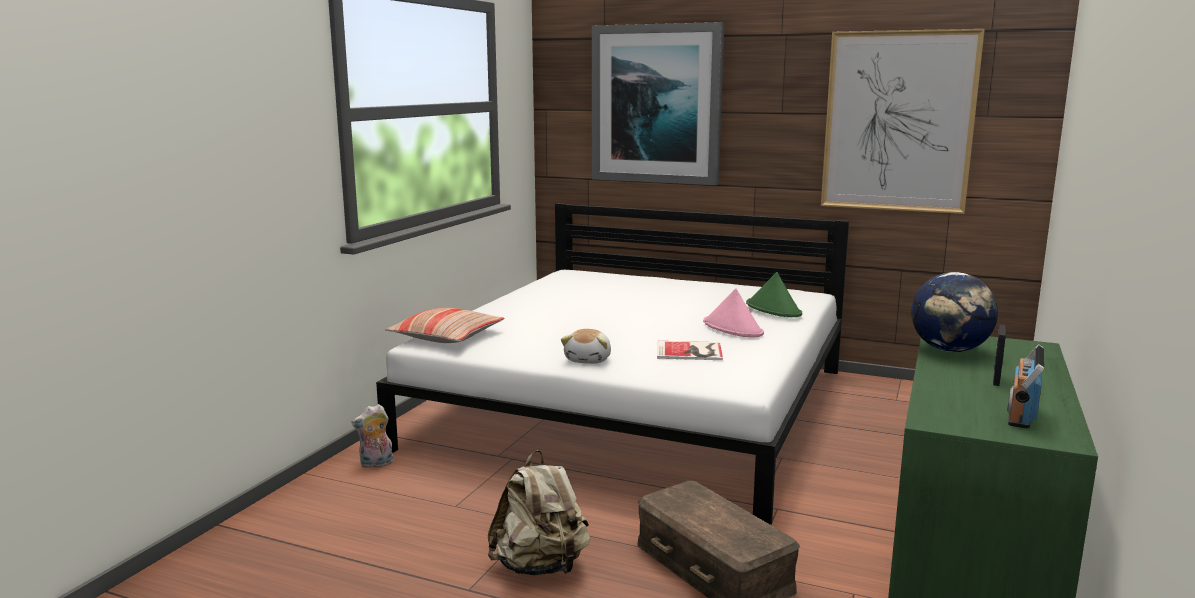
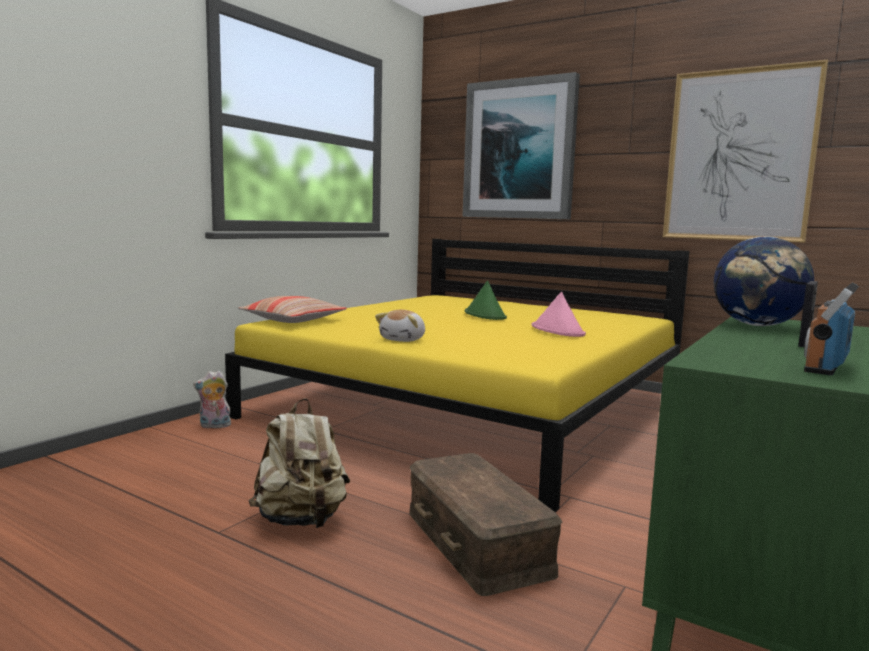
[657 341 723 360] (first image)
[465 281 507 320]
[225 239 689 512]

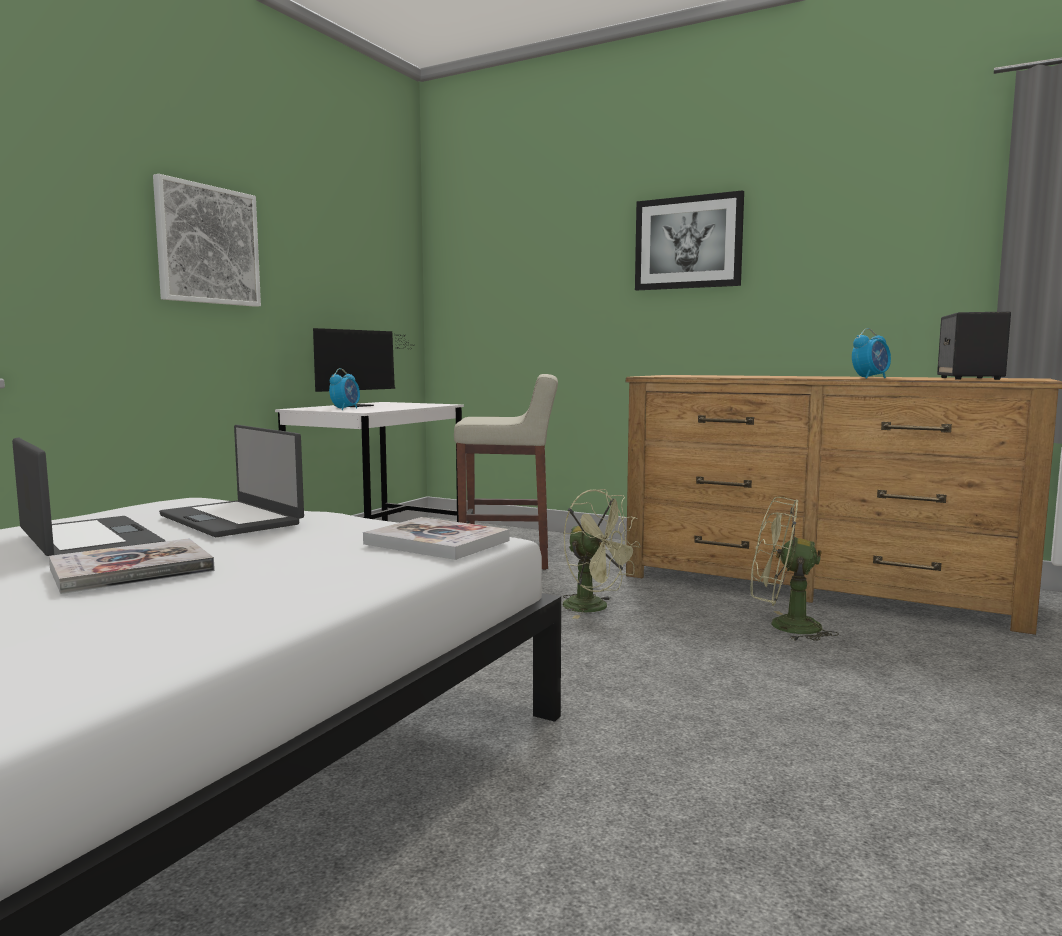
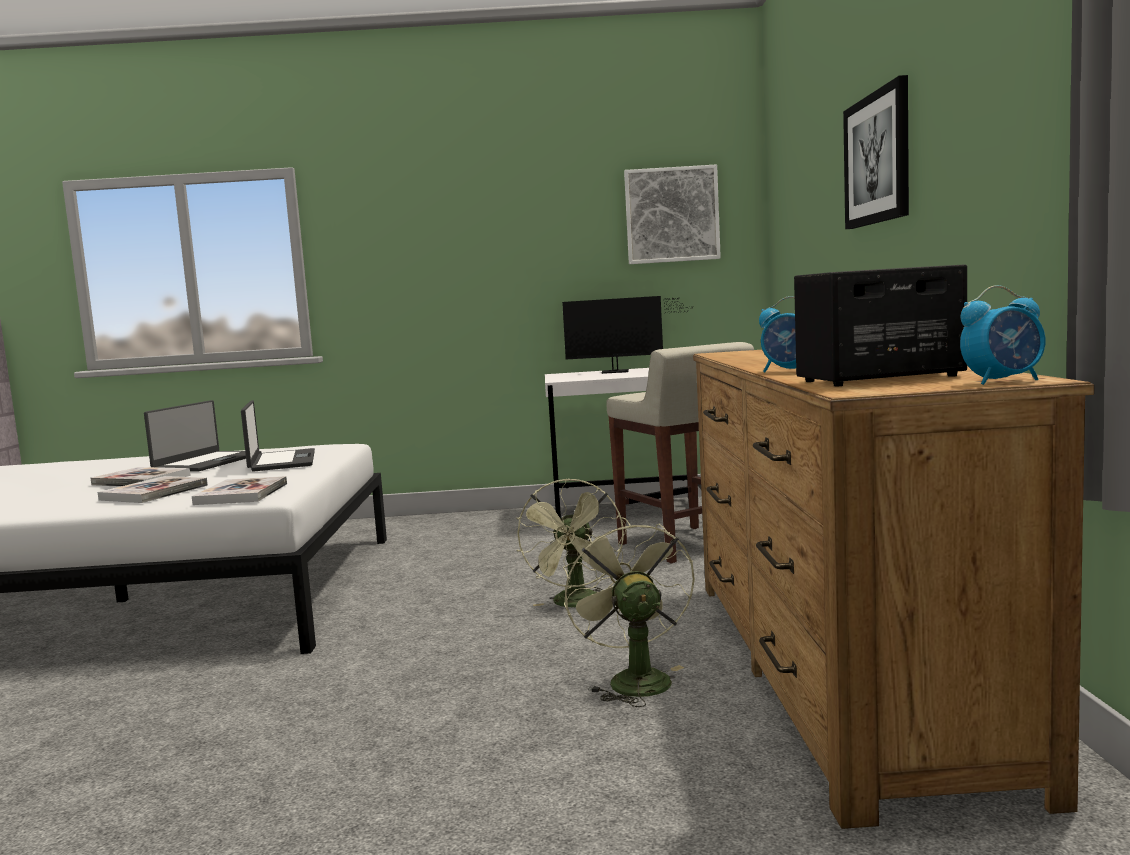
[97 476 208 503]
[624 164 721 264]
[960 285 1045 385]
[241 400 315 472]

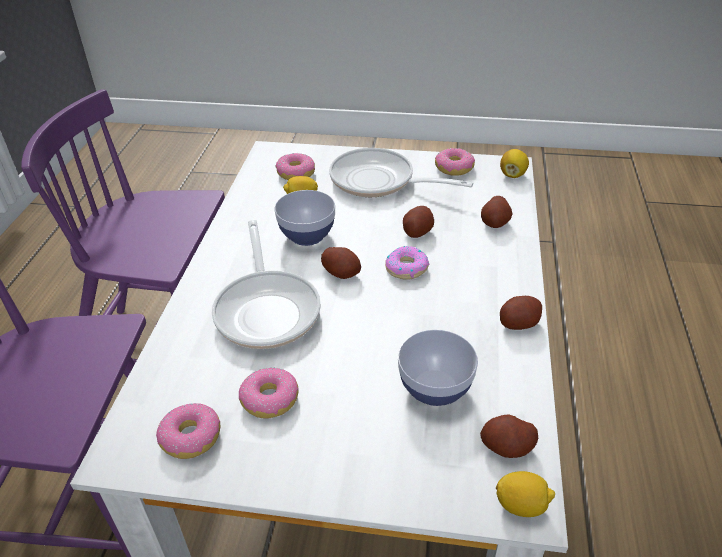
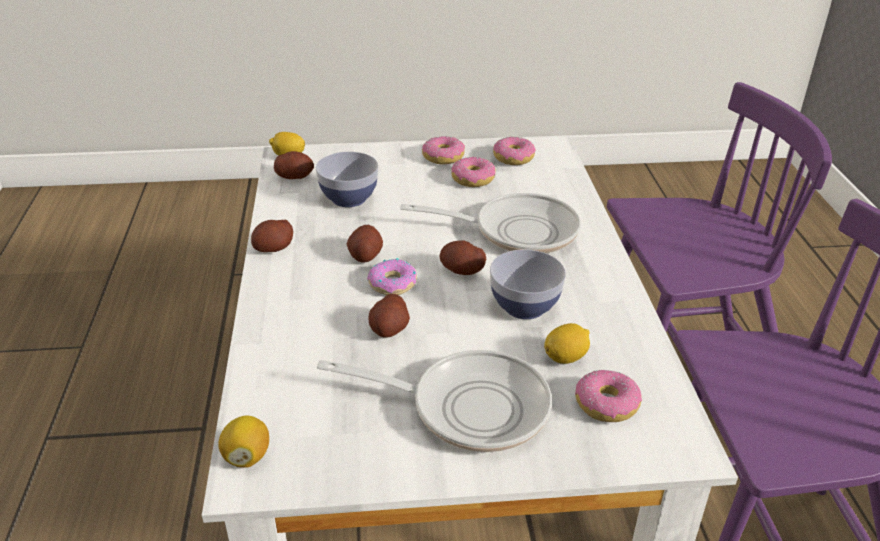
[422 136 465 165]
[347 225 383 263]
[400 193 581 253]

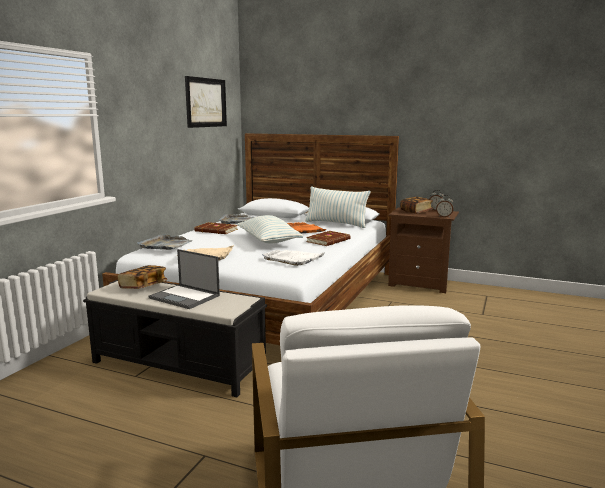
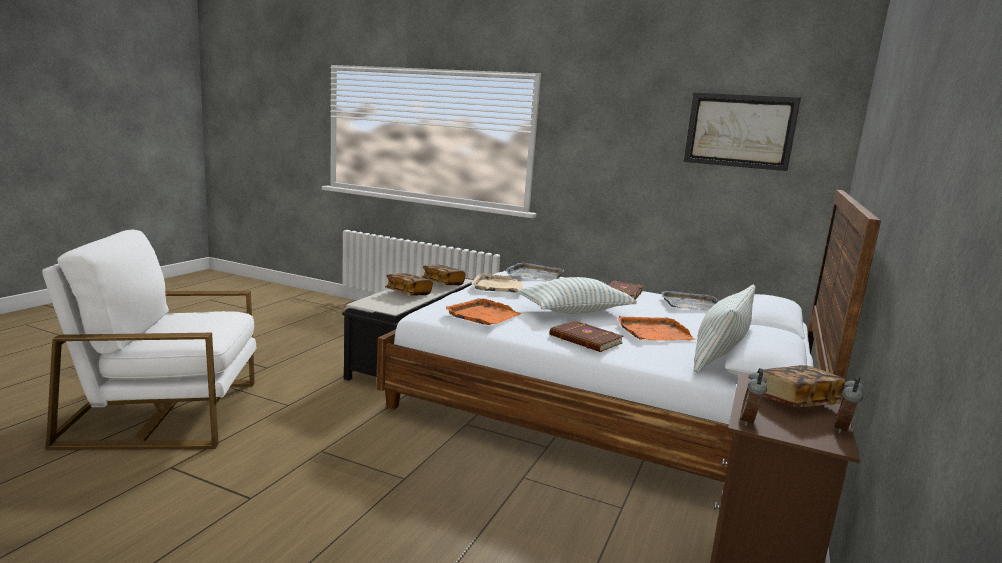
[385 273 433 296]
[446 298 521 325]

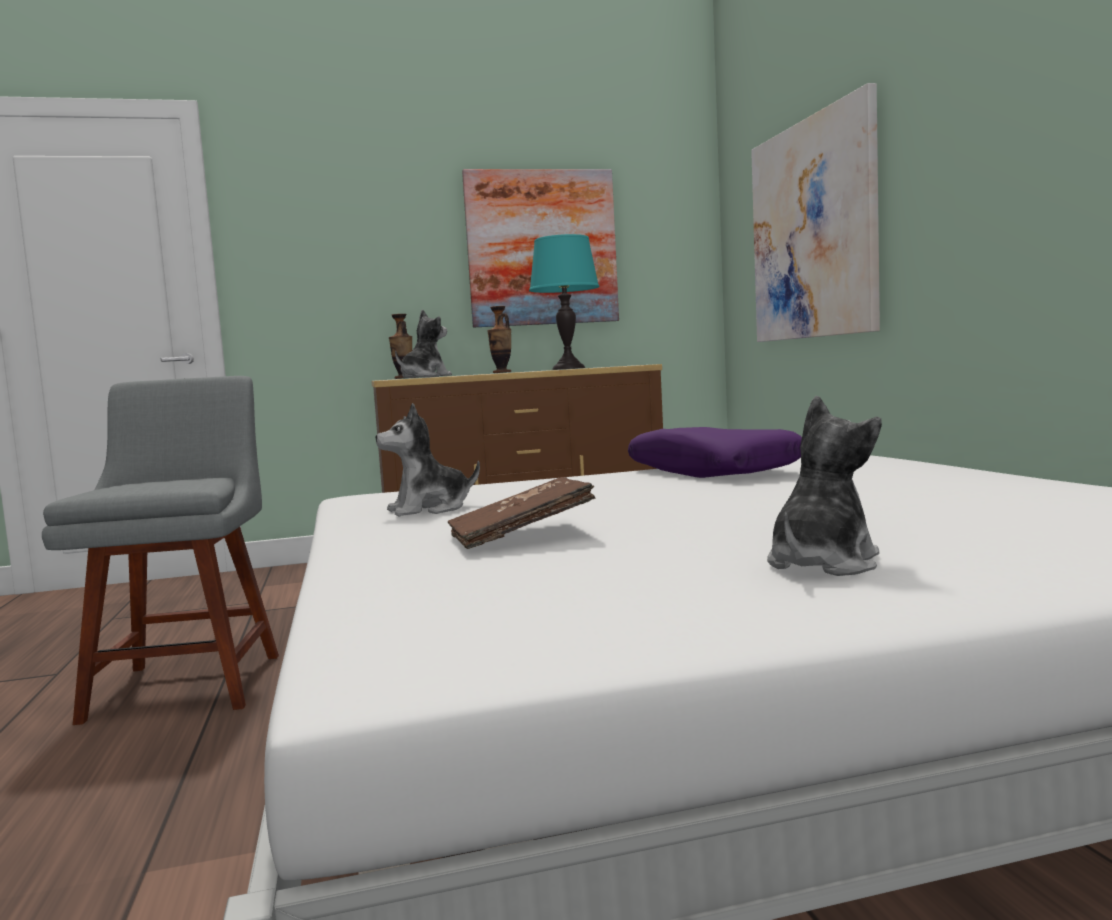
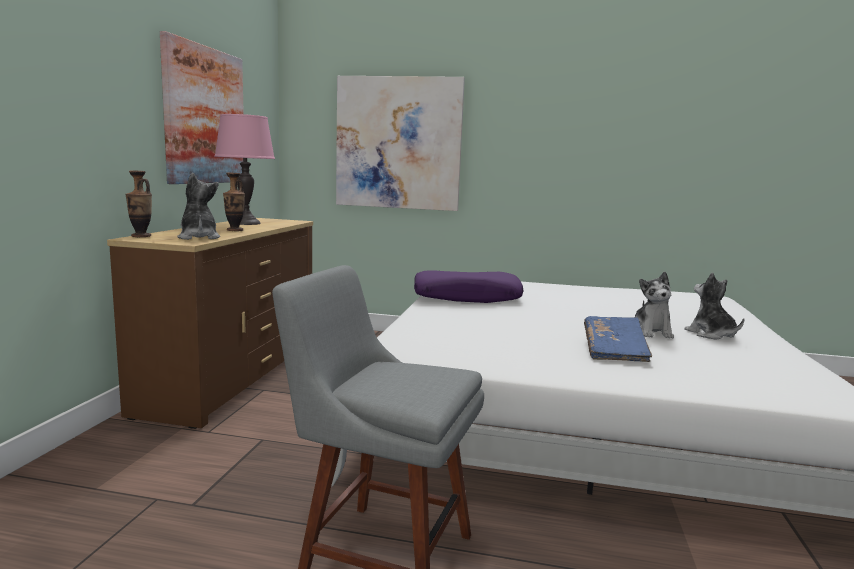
[635 272 674 338]
[584 316 652 362]
[214 114 275 225]

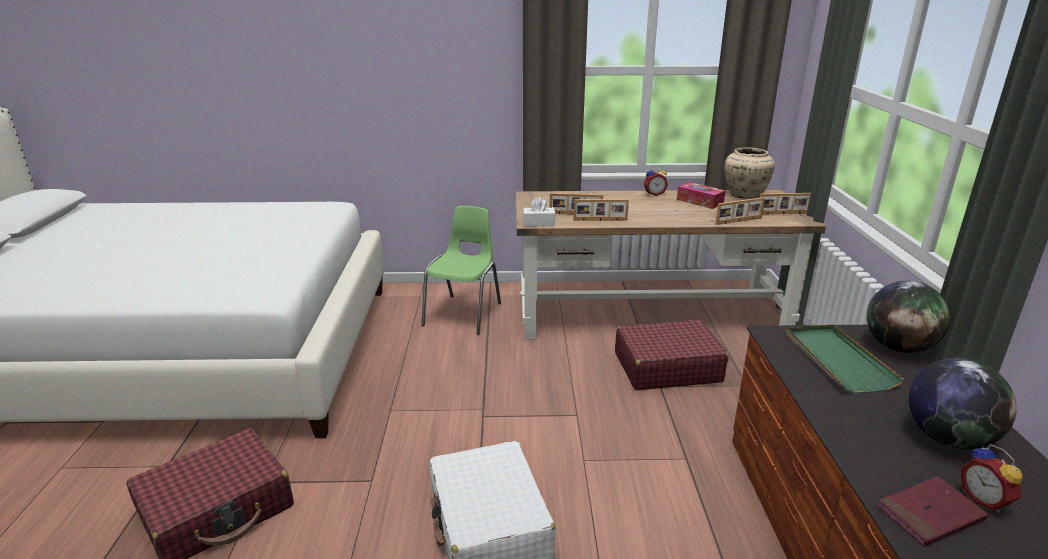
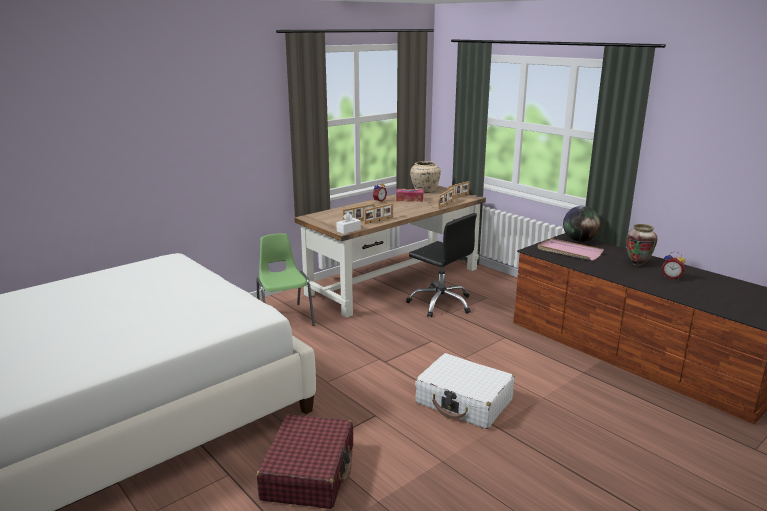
[877 476 988 547] (first image)
[406 213 477 317]
[626 224 658 266]
[538 238 604 261]

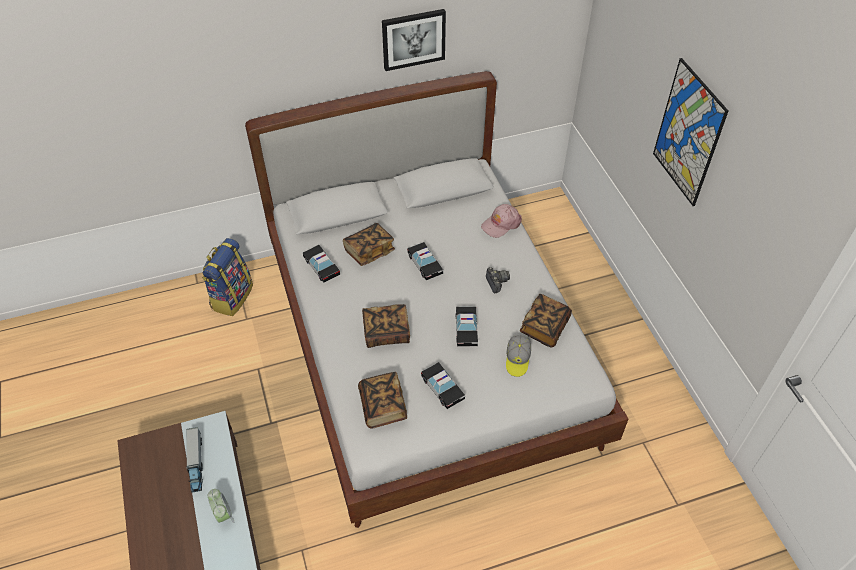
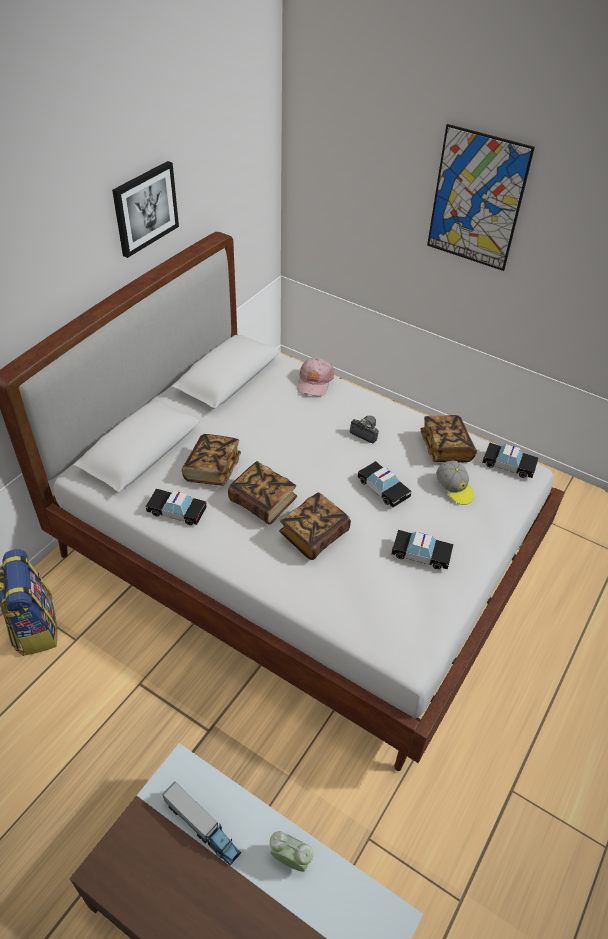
[228 461 297 524]
[483 443 539 478]

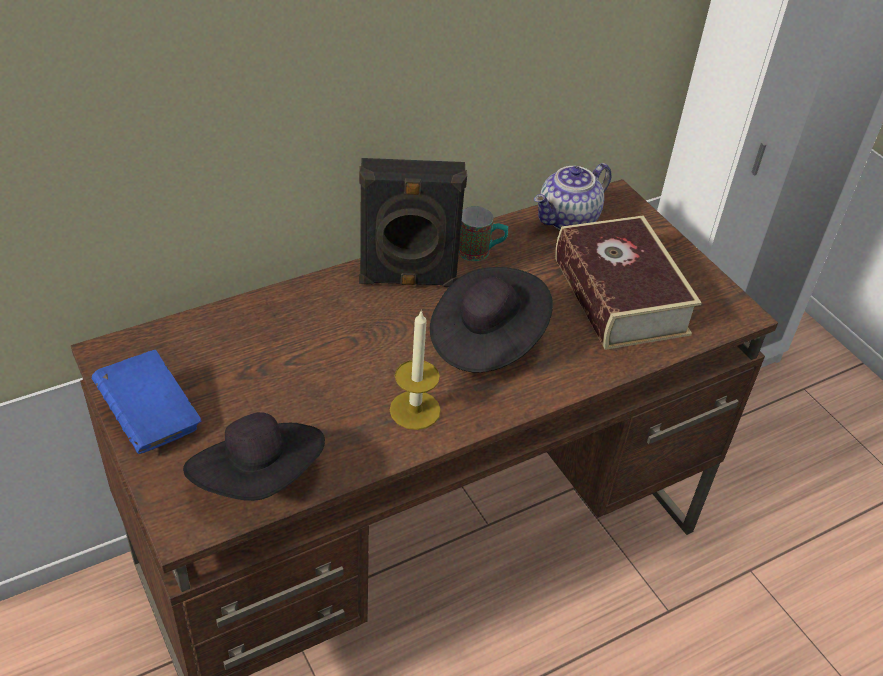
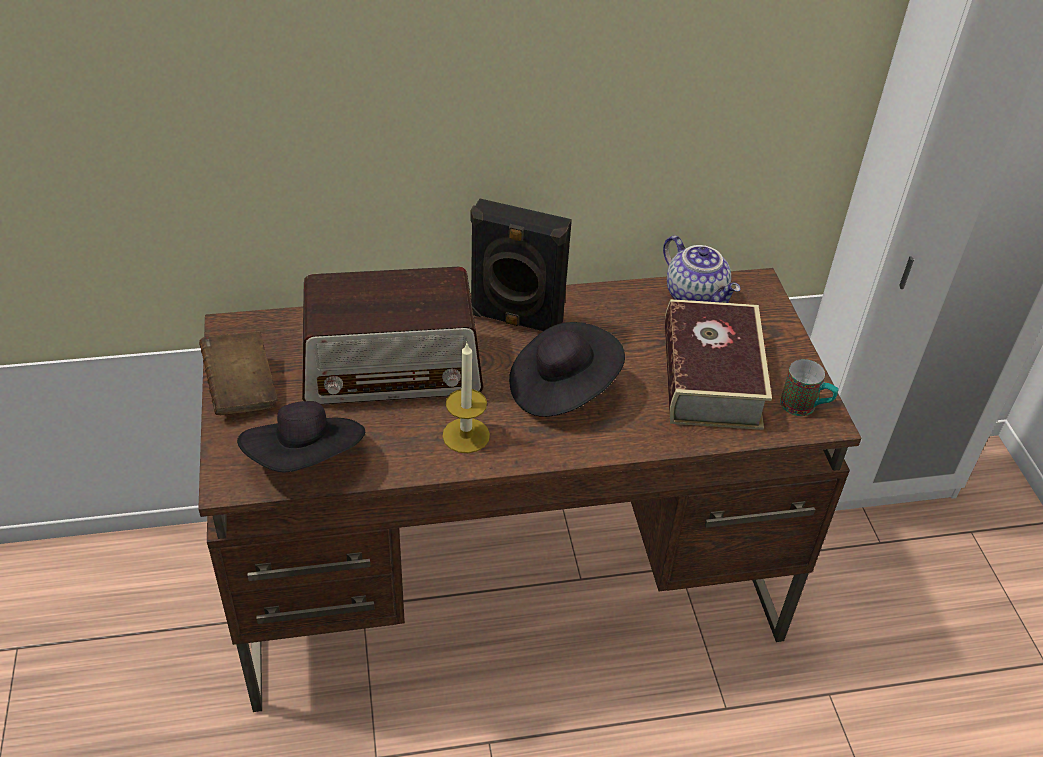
[302 267 483 405]
[780 359 839 416]
[199 331 277 415]
[663 235 740 303]

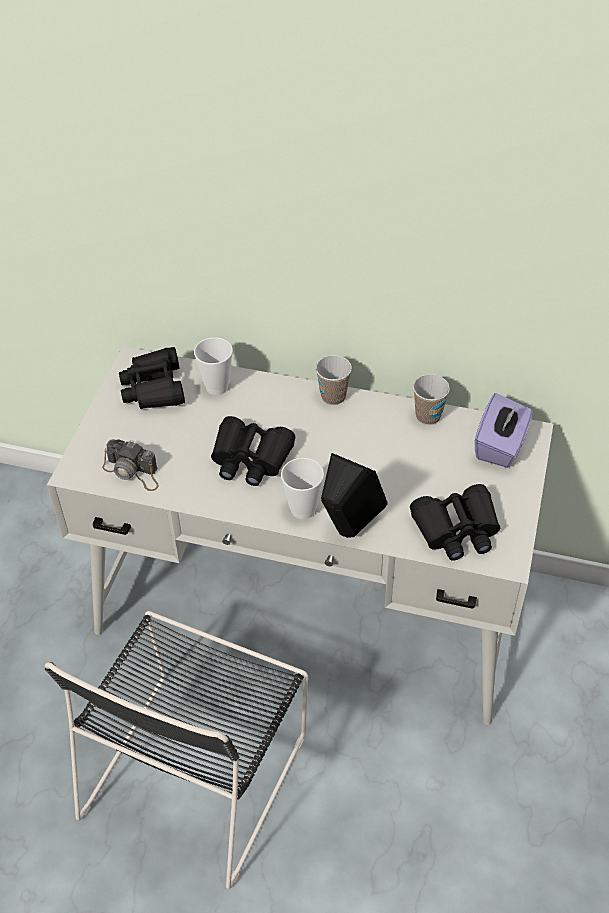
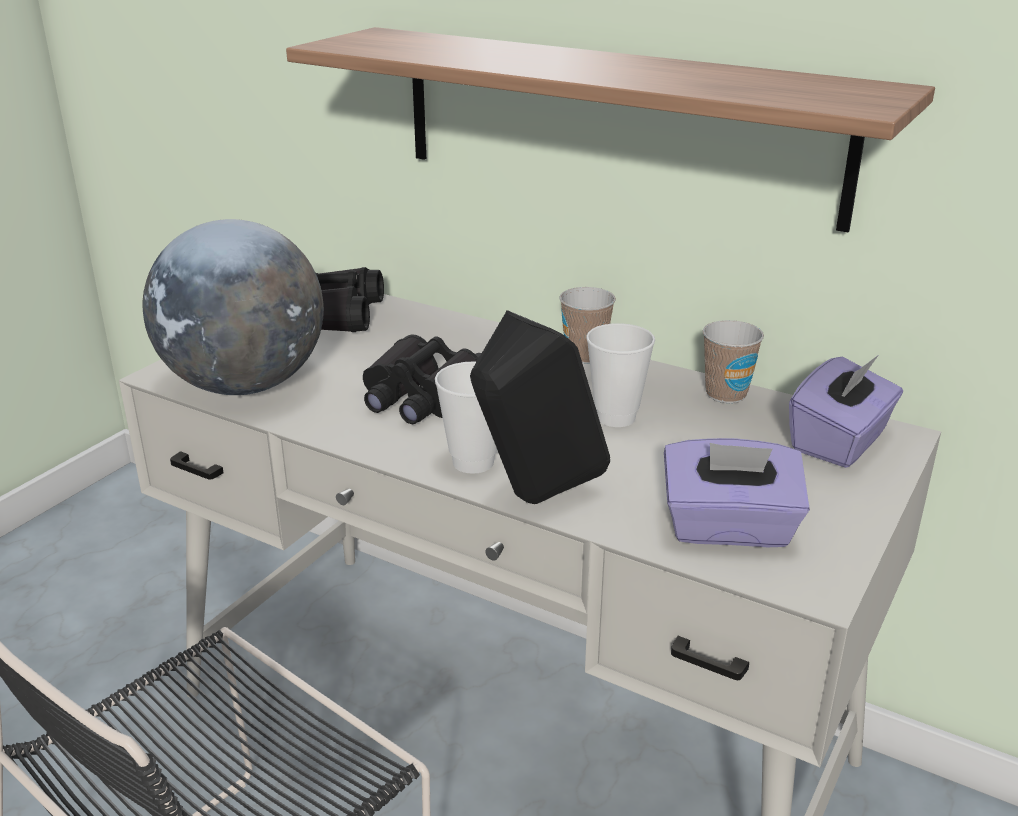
[286 27 935 232]
[586 323 655 427]
[143 219 324 395]
[664 438 810 547]

